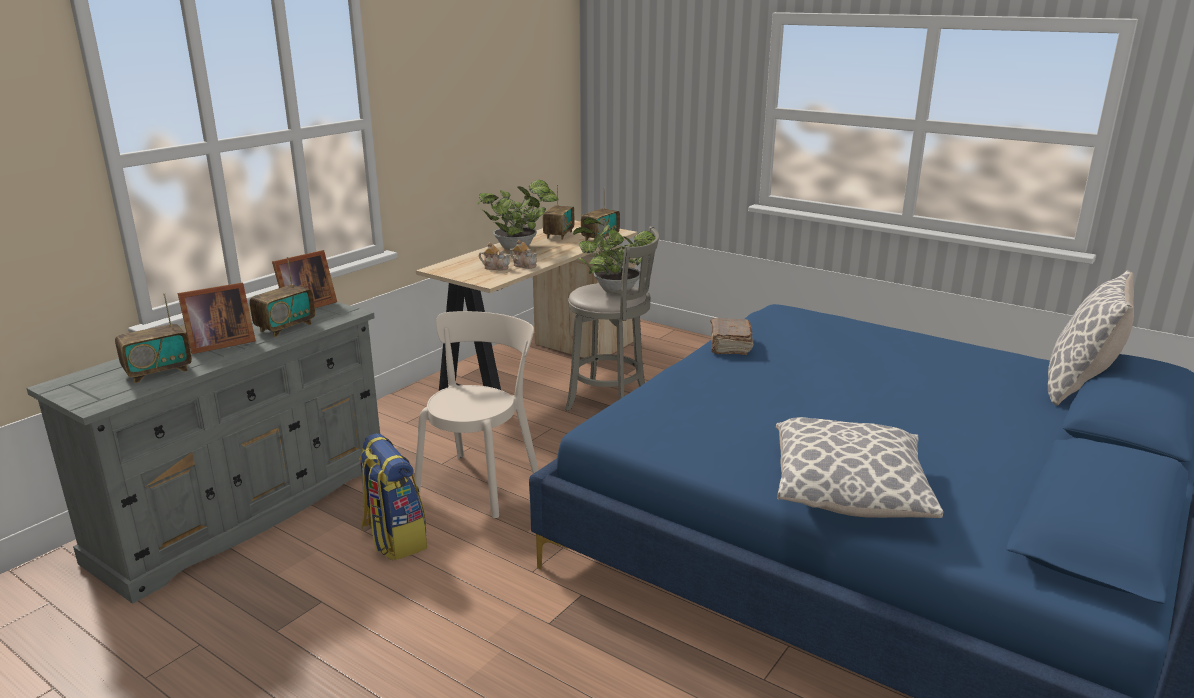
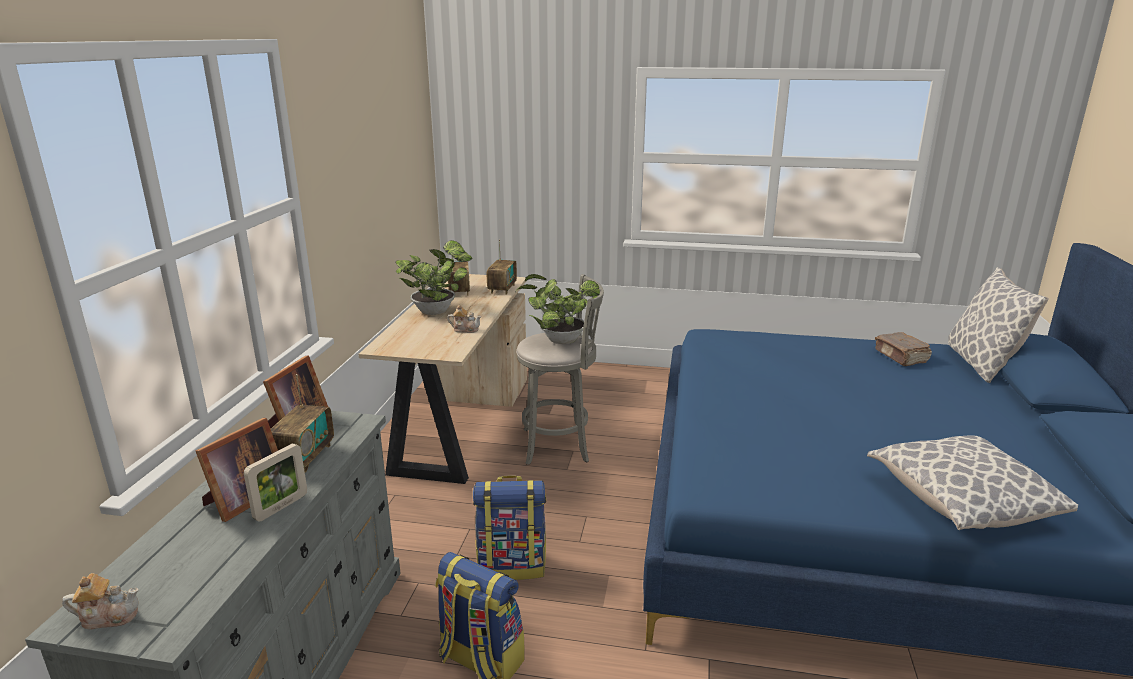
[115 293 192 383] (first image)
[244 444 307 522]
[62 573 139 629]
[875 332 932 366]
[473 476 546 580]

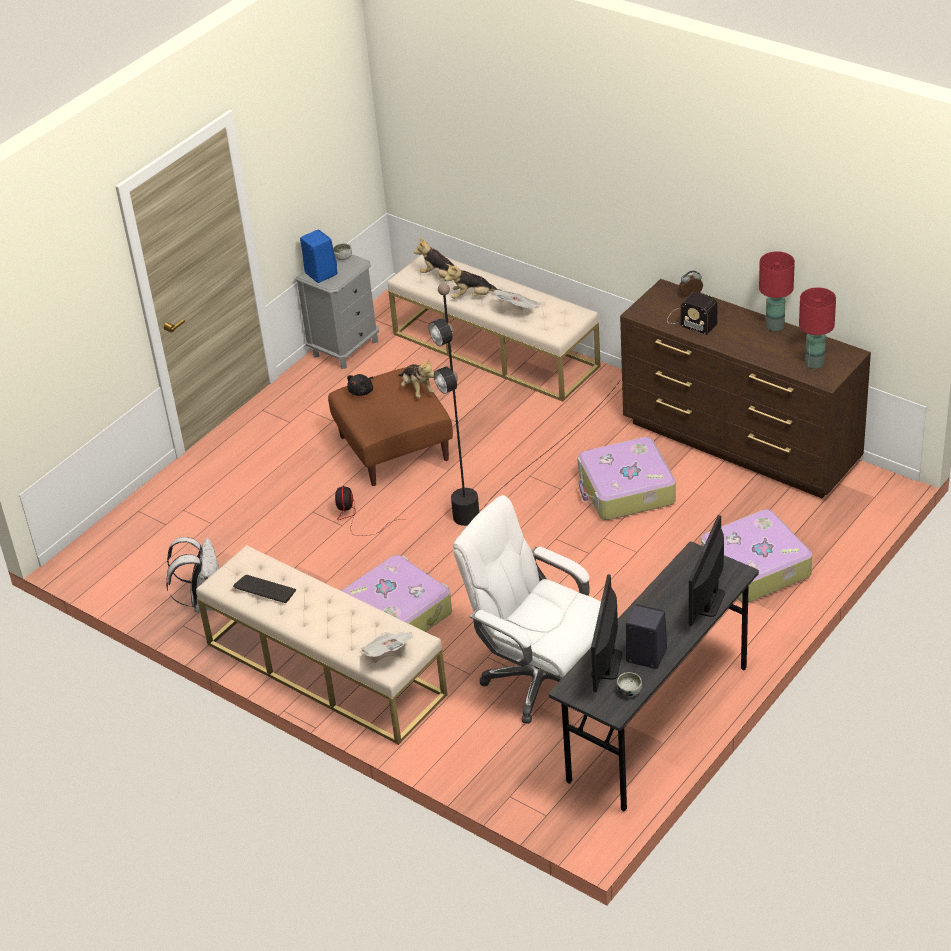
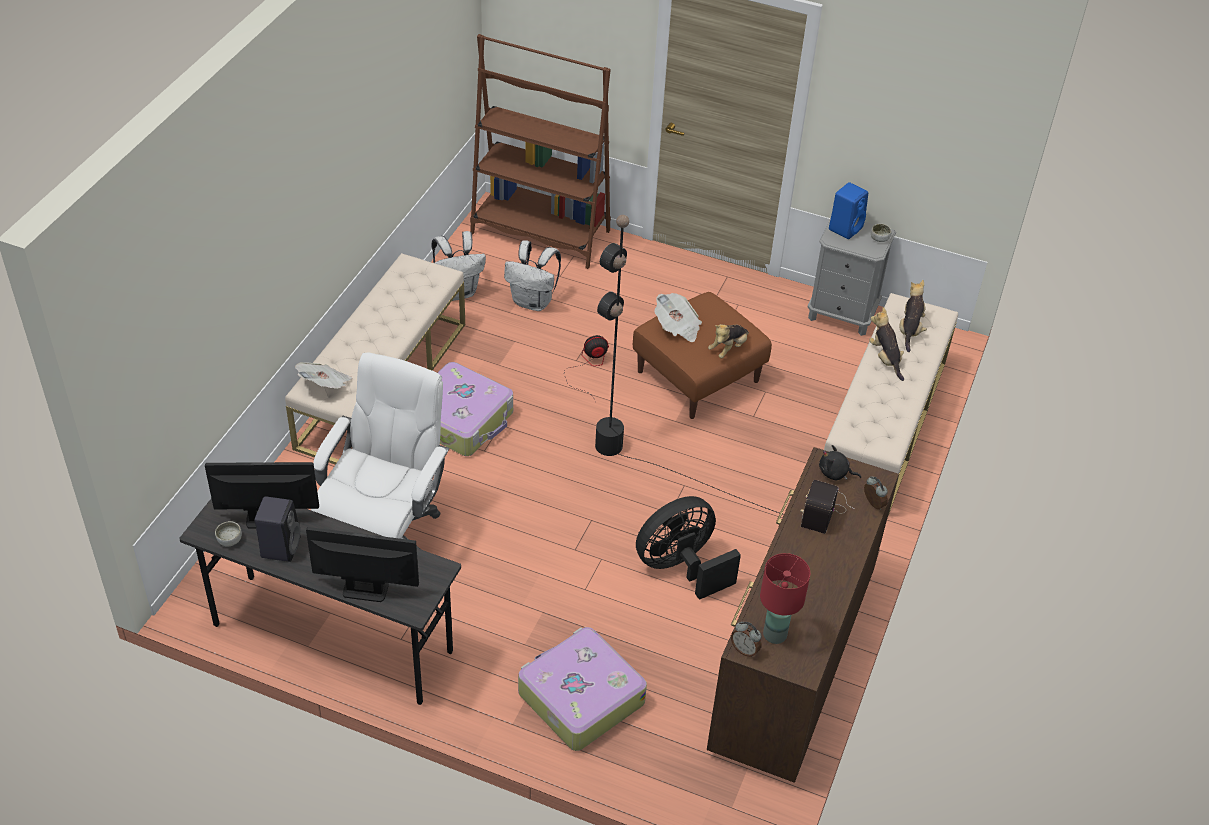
[233 575 296 603] (first image)
[759 251 795 331] (first image)
[470 34 611 269]
[504 240 561 311]
[731 622 762 657]
[819 445 861 480]
[654 293 702 342]
[636 496 741 600]

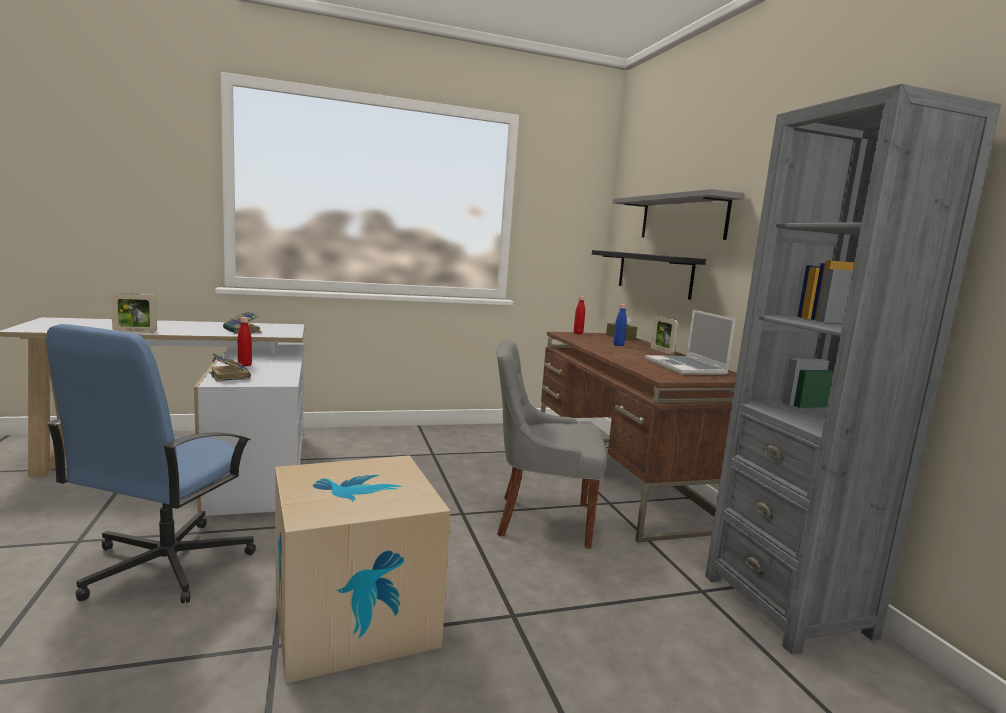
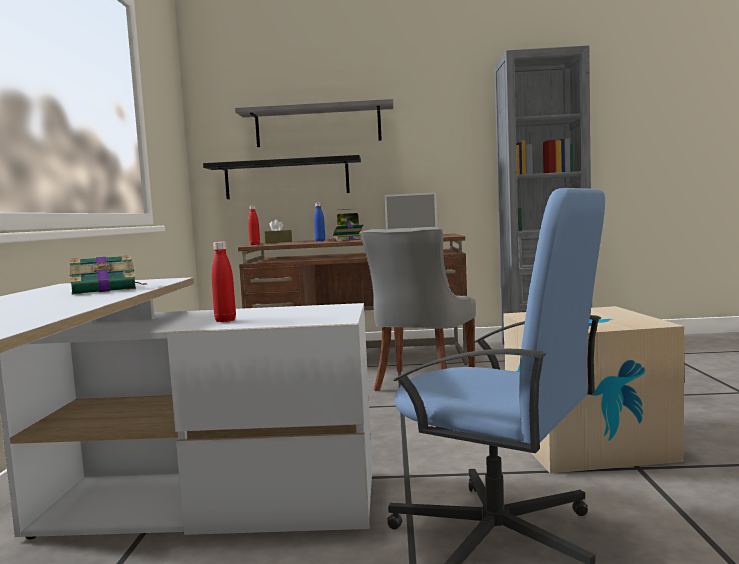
[111 293 157 333] (first image)
[329 224 364 241]

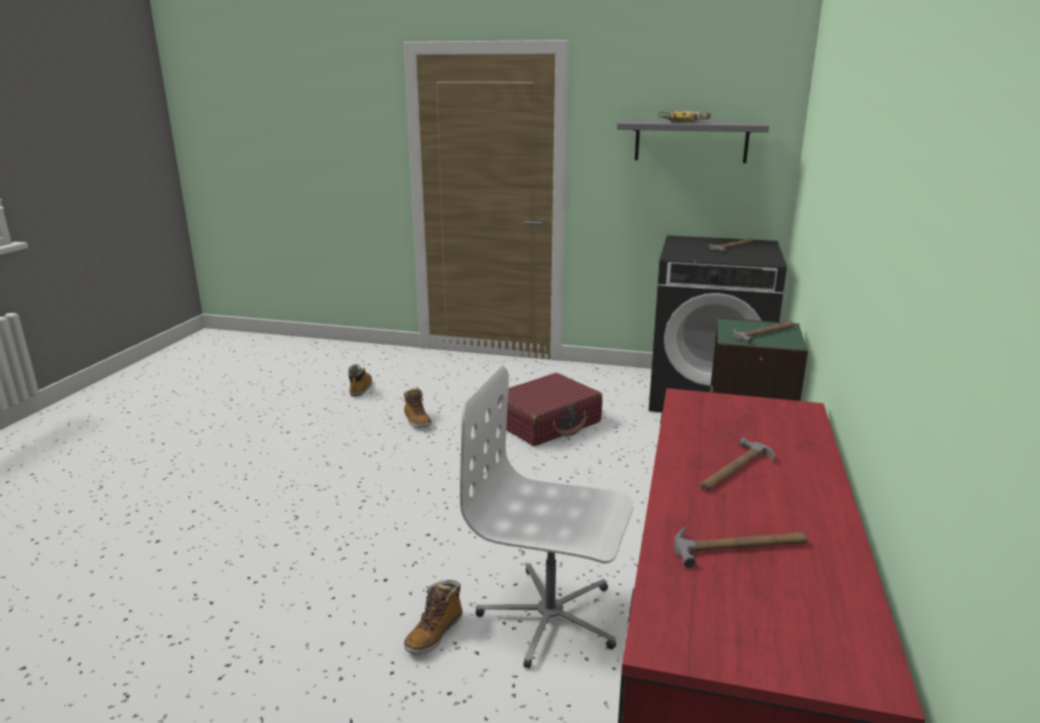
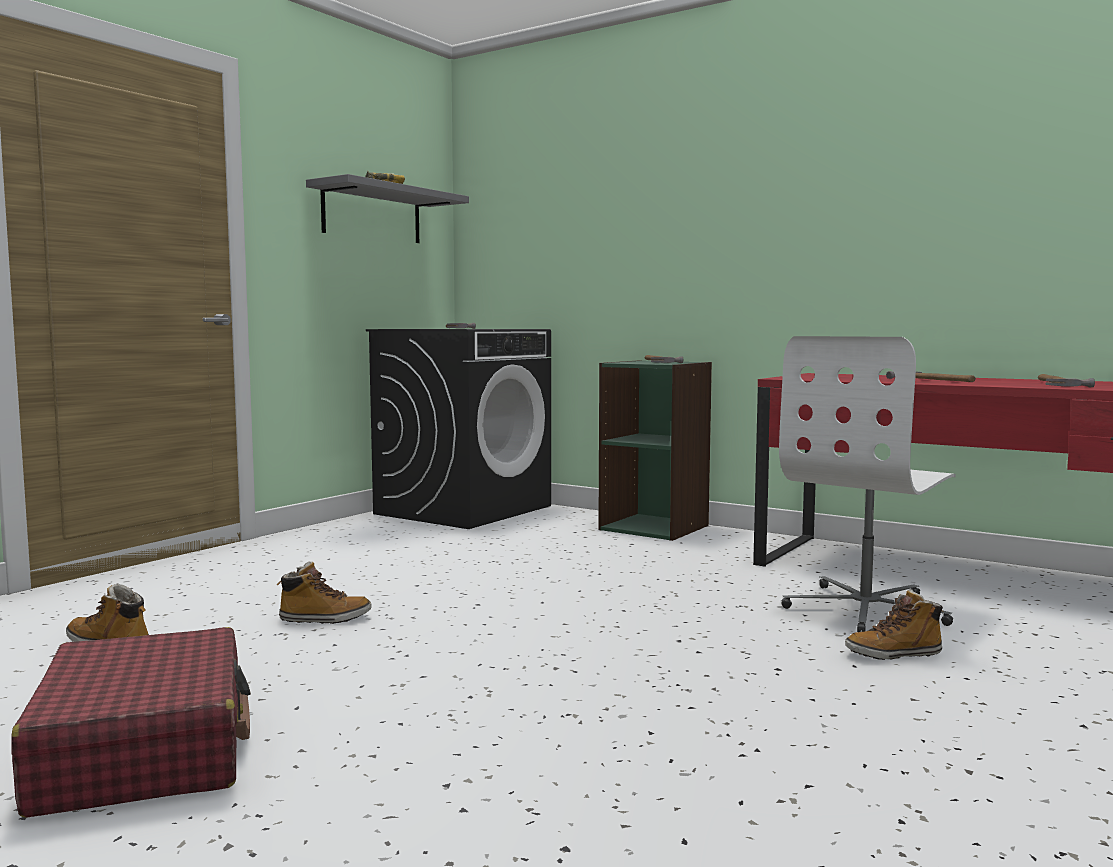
[11 627 251 817]
[845 589 944 660]

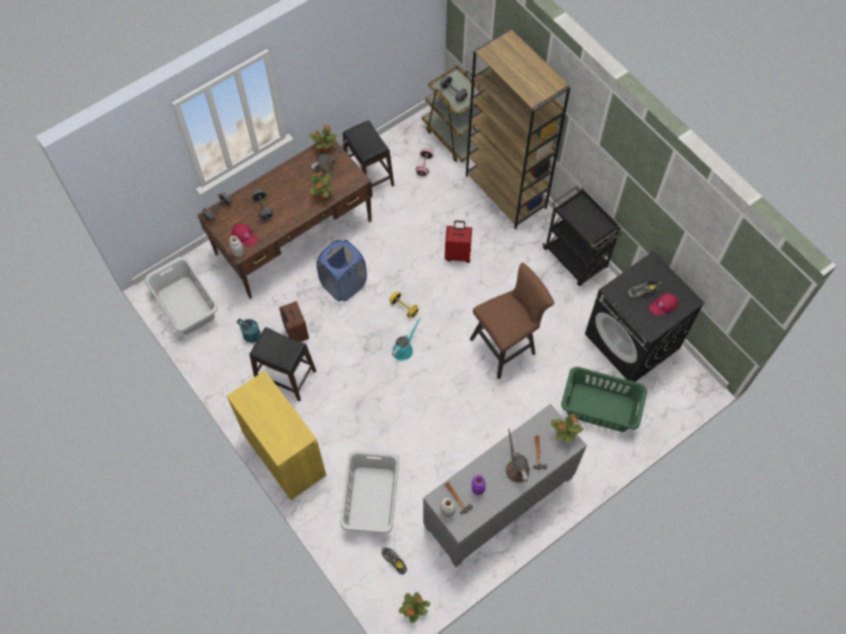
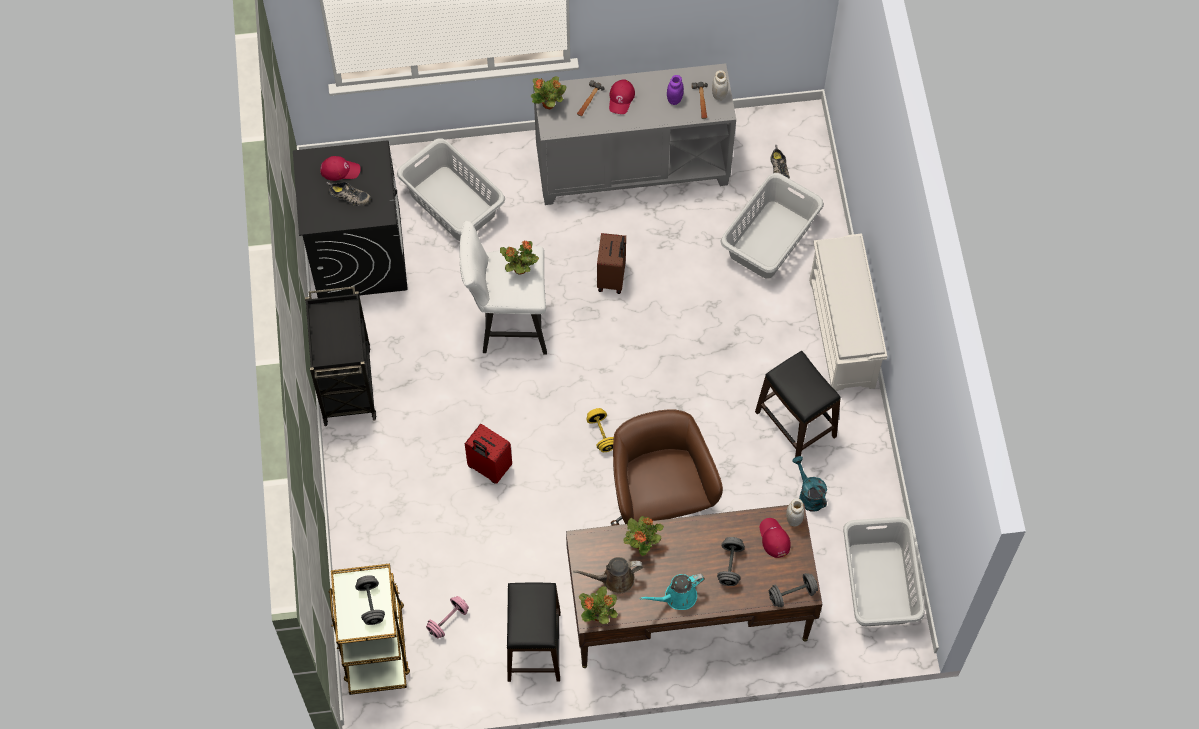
[466 29 571 229] (first image)
[597 233 626 294]
[640 573 705 610]
[500 240 539 275]
[809 233 887 391]
[611 409 723 526]
[609 79 635 114]
[460 221 547 355]
[397 138 505 241]

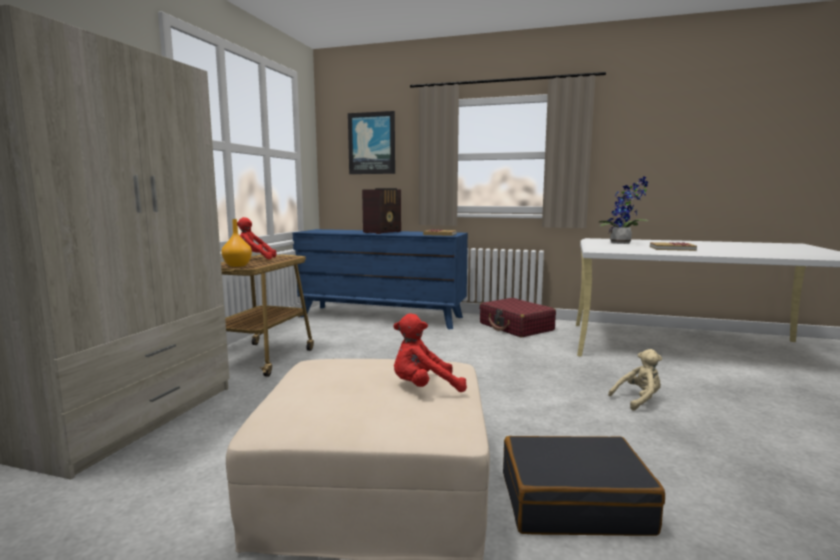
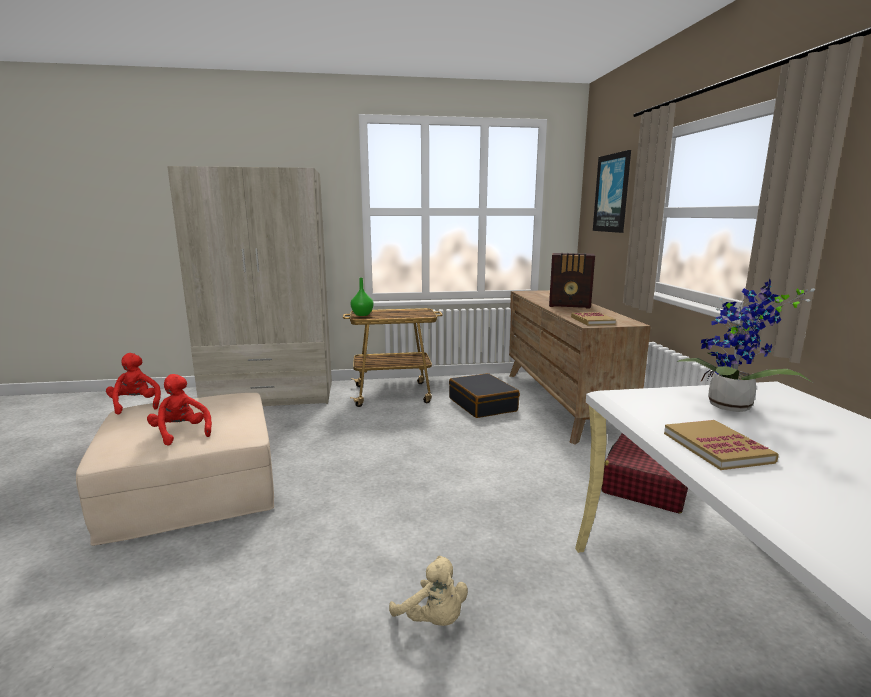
[106 353 161 415]
[449 373 520 418]
[350 278 374 316]
[509 290 651 445]

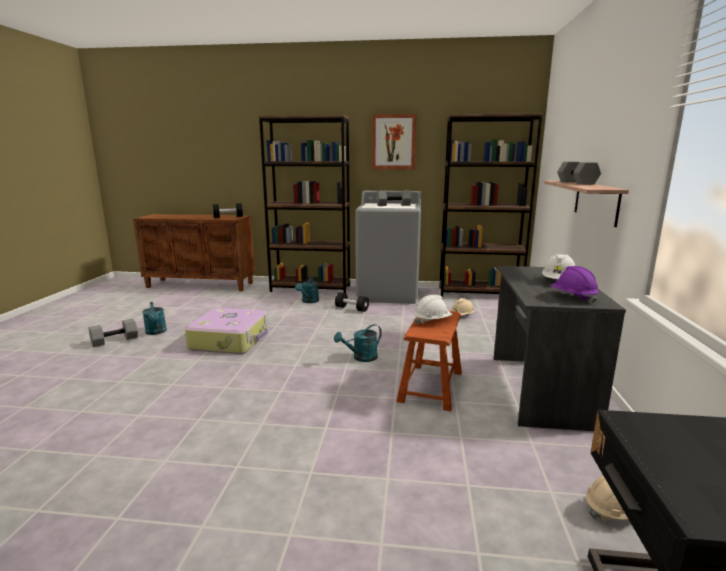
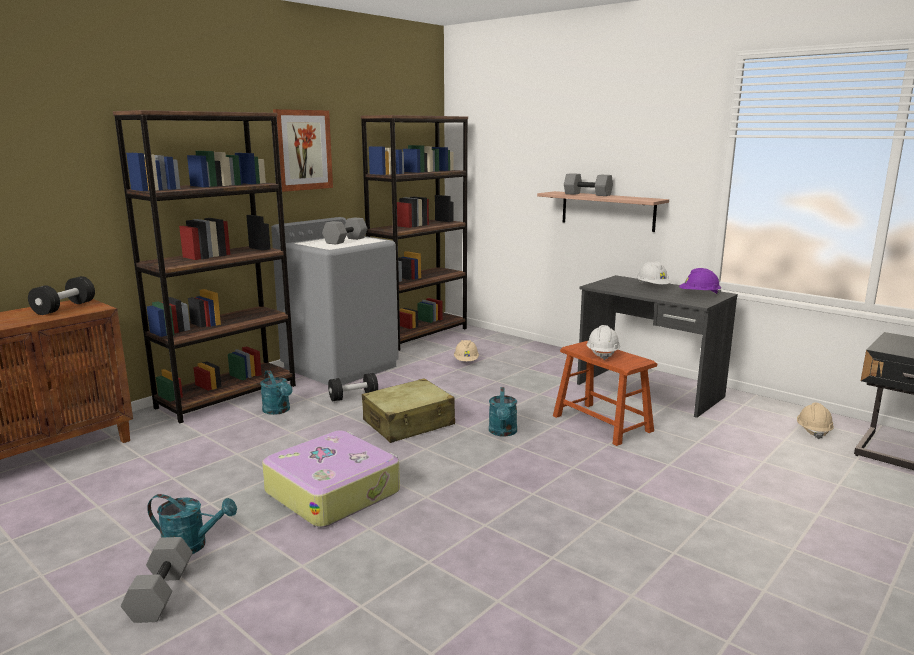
[362 378 455 443]

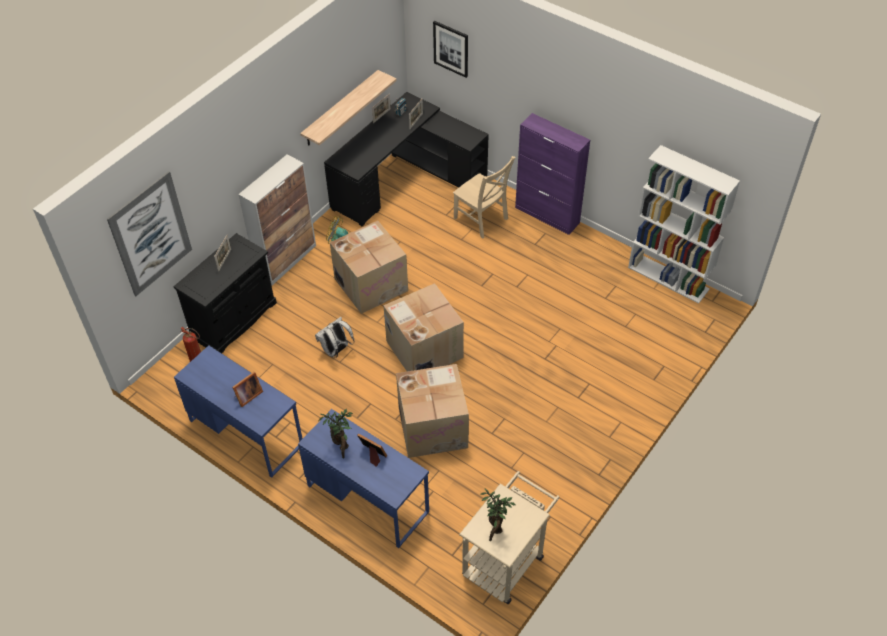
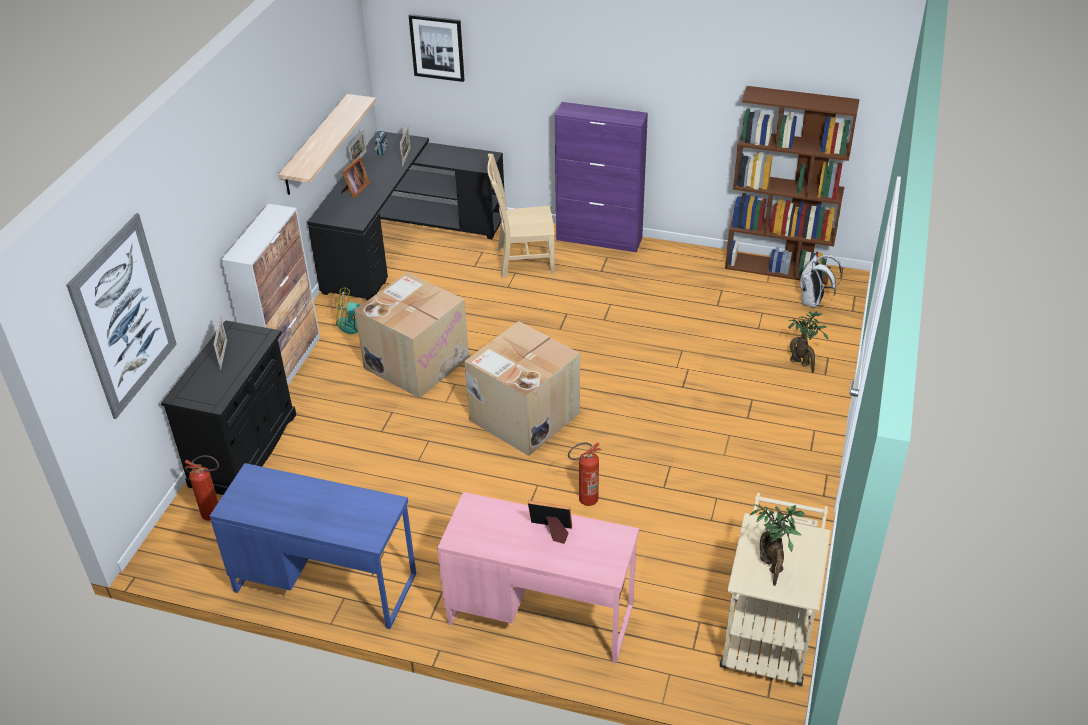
[341 157 370 198]
[800 255 842 308]
[788 311 828 373]
[568 442 601 506]
[437 492 639 664]
[725 86 860 285]
[487 154 555 278]

